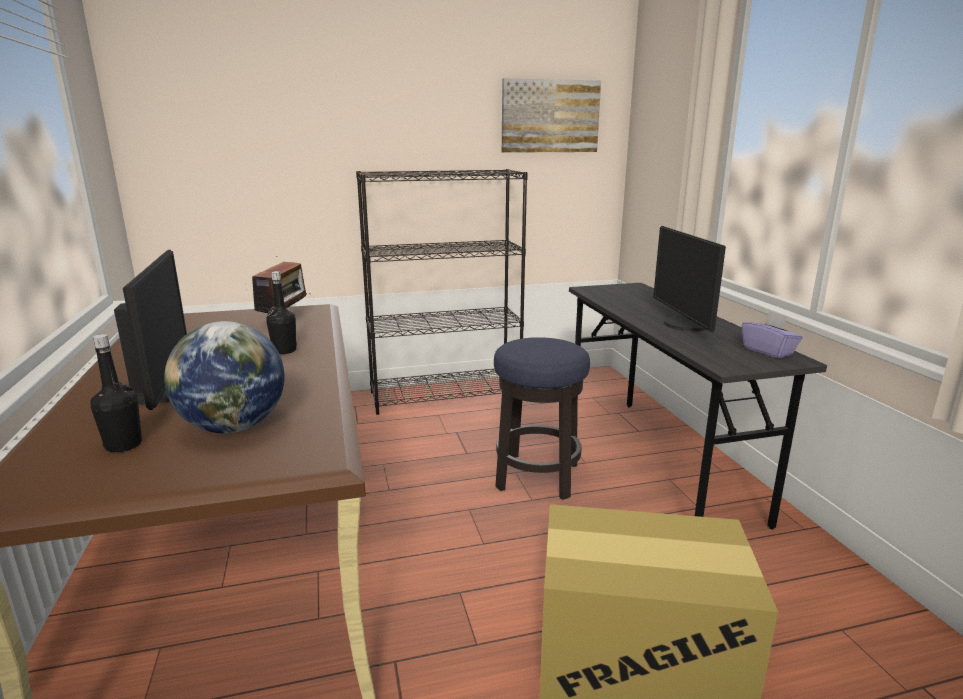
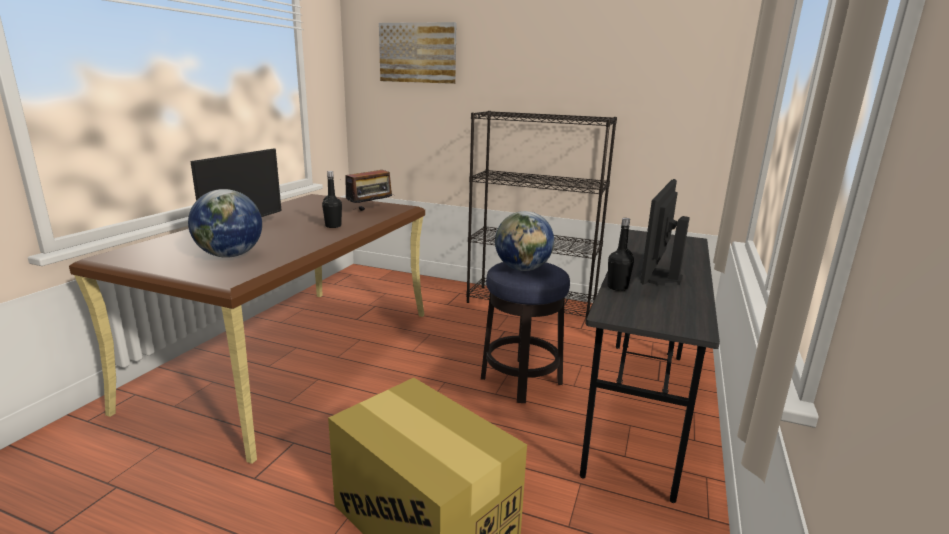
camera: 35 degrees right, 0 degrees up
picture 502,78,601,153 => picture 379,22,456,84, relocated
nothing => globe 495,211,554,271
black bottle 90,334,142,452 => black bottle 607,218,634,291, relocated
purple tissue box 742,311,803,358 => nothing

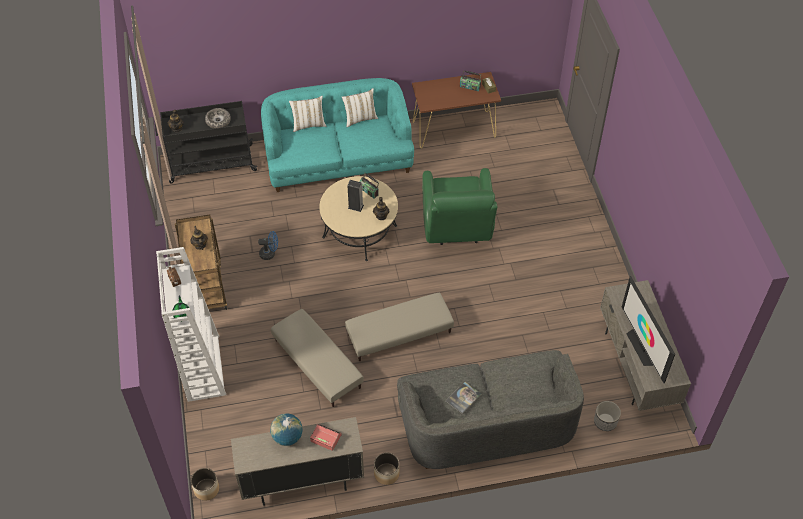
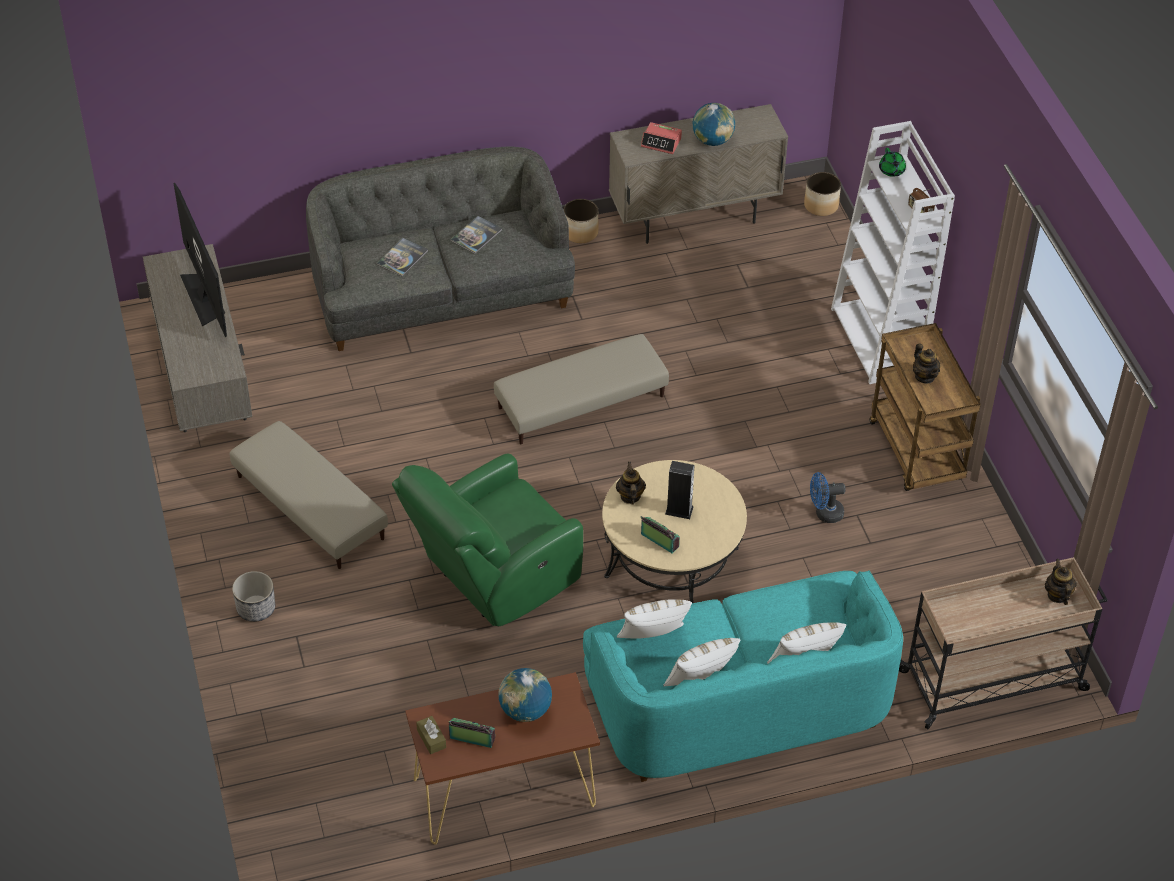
camera: 175 degrees right, 5 degrees down
beige ottoman 271,309,364,407 => beige ottoman 230,421,388,569, relocated
planter 594,401,621,431 => planter 232,571,275,622, relocated
nothing => book 377,238,428,277
green armchair 422,168,498,245 => green armchair 392,454,583,626, 120 degrees counterclockwise
nothing => globe 498,668,552,722
nothing => white pillow 617,599,692,639
black cart 155,101,257,184 => beige cart 899,557,1108,729
bowl 205,108,231,128 => nothing

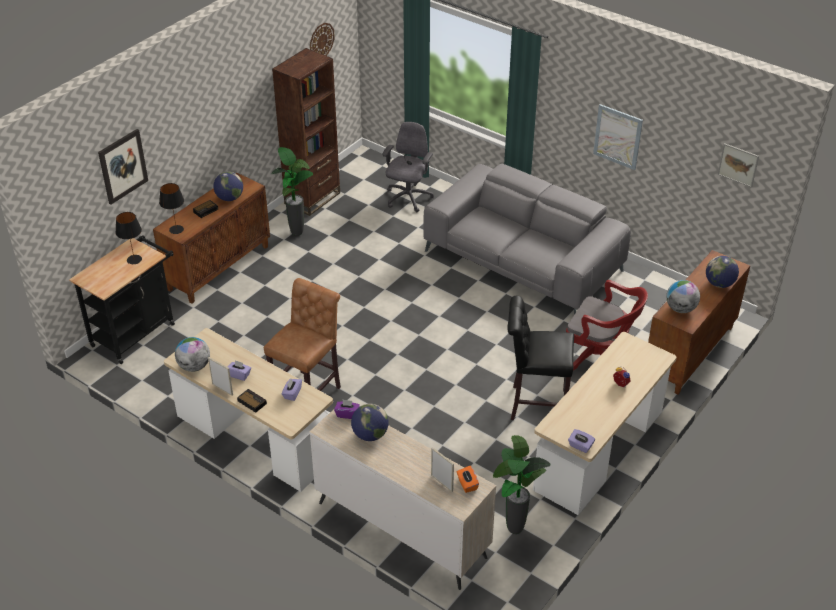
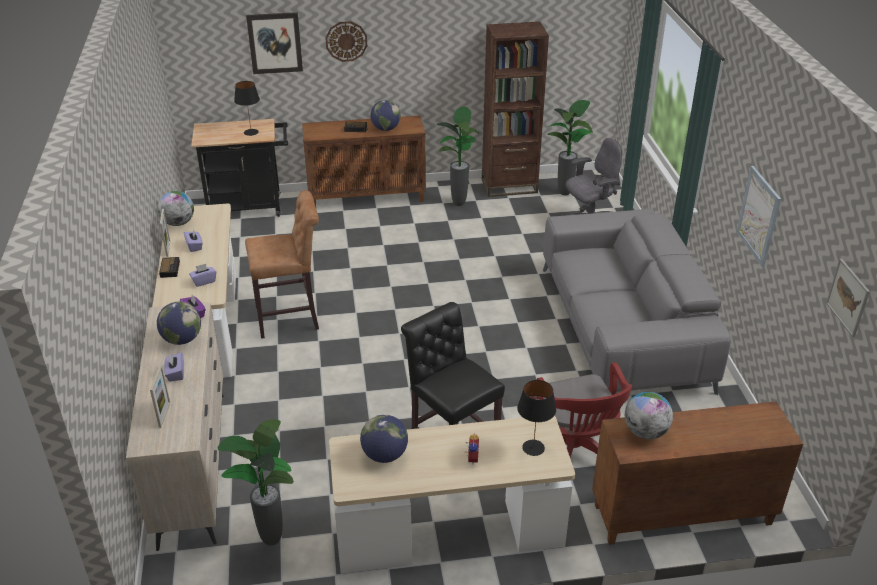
camera: 45 degrees right, 5 degrees down
purple tissue box 568,429,595,453 => purple tissue box 164,352,184,381, relocated
wall clock 310,23,335,56 => wall clock 325,21,367,62, relocated
globe 706,256,739,288 => globe 360,414,408,463, relocated
black table lamp 159,183,184,234 => black table lamp 517,380,556,456, relocated
nothing => potted plant 547,100,593,195
orange tissue box 457,466,479,493 => nothing

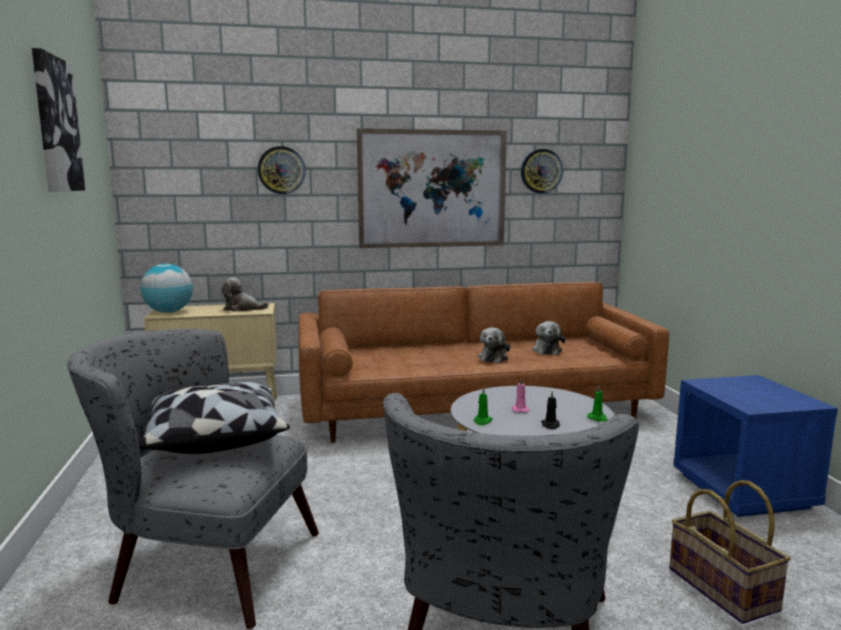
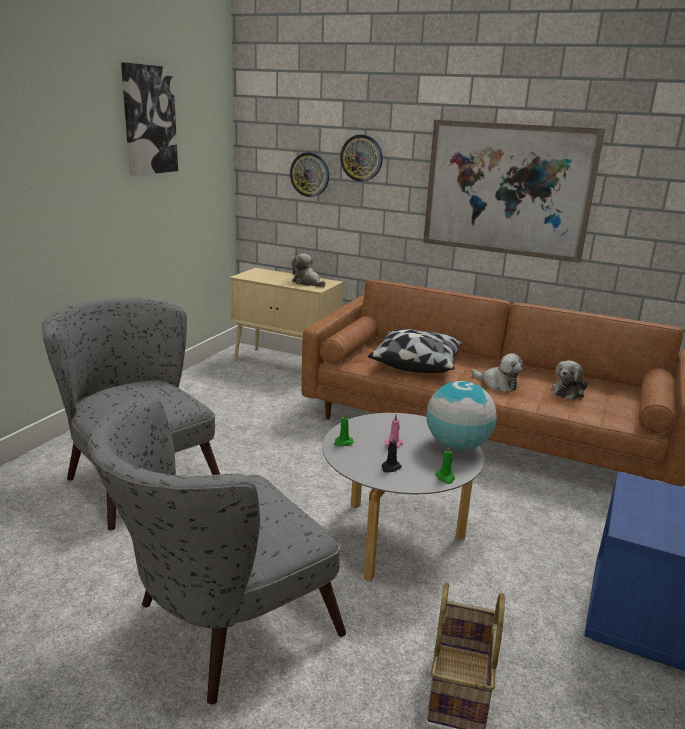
camera: 35 degrees right, 10 degrees up
wall clock 521,149,563,193 => wall clock 290,152,329,197, relocated
pillow 138,382,290,454 => pillow 368,329,464,373, relocated
globe 140,264,193,313 => globe 426,381,497,451, relocated
plush toy 478,327,510,363 => plush toy 472,353,523,392, 105 degrees counterclockwise

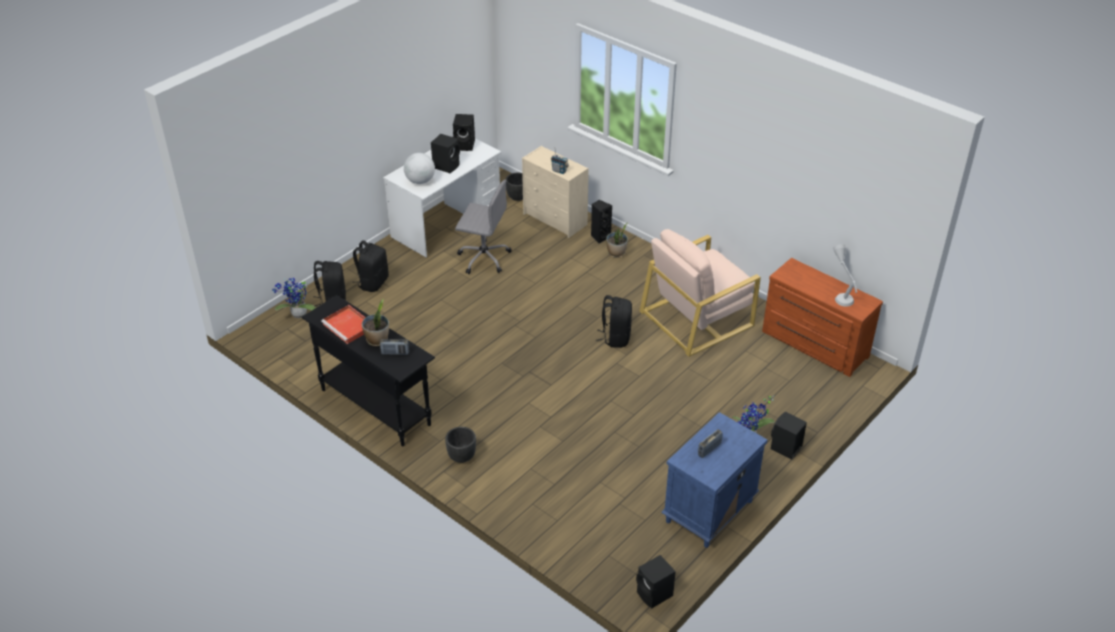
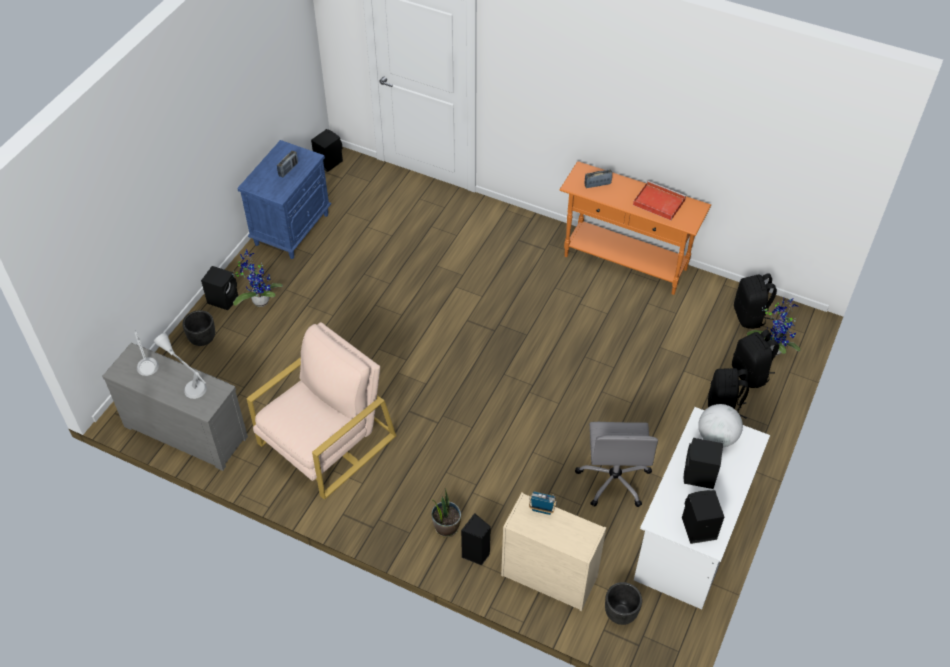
camera: 165 degrees right, 10 degrees up
brown dresser 762,258,883,377 => grey dresser 102,343,248,471
nothing => grey table lamp 154,333,207,399
black planter 445,427,476,463 => black planter 182,310,215,346, relocated
black console table 302,295,435,446 => orange console table 560,161,711,295
grey office chair 455,180,512,274 => grey office chair 575,422,658,507, 90 degrees counterclockwise
black backpack 596,295,632,348 => black backpack 734,273,777,329, relocated
potted plant 362,299,389,346 => nothing

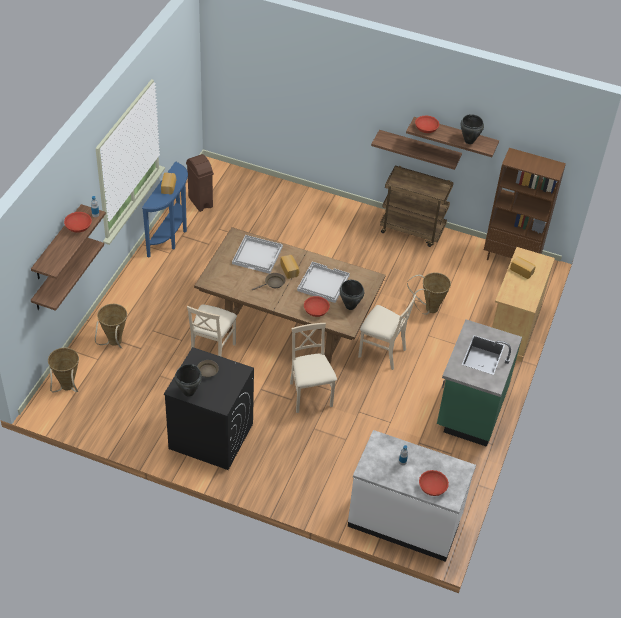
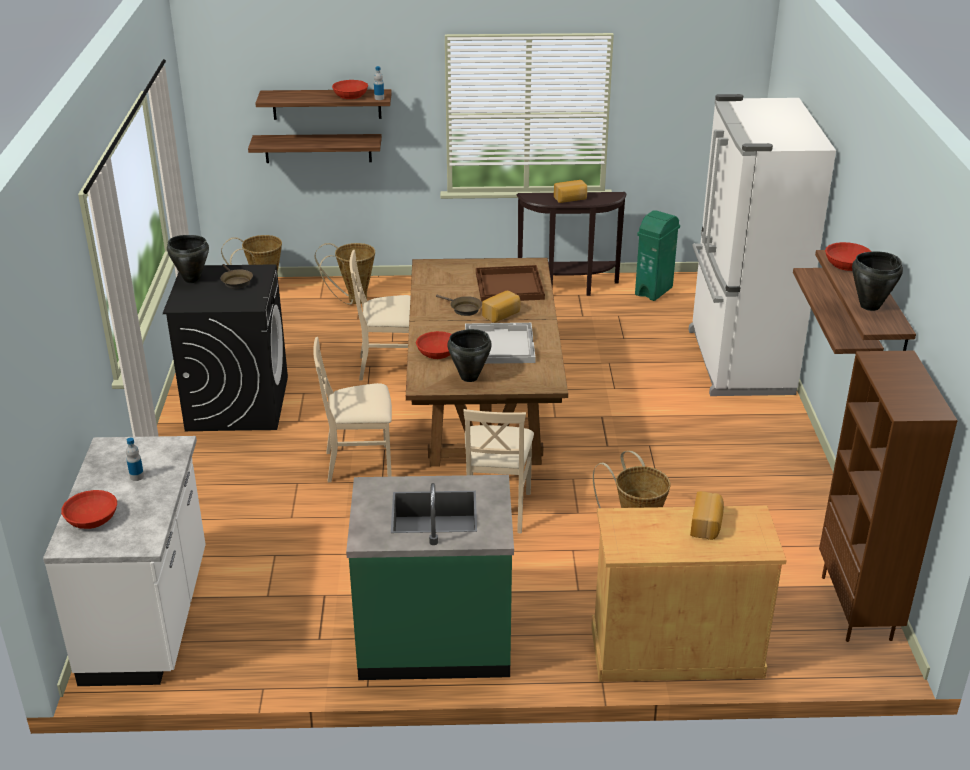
camera: 70 degrees right, 15 degrees down
beige chair 290,323,337,413 => beige chair 313,337,392,482, 150 degrees counterclockwise
white tray 232,235,283,274 => brown tray 476,265,545,302
blue console table 142,161,188,258 => brown console table 517,192,626,296
brown trash can 186,154,214,212 => green trash can 635,210,680,301
nothing => white fridge 689,94,836,396
brown cart 380,165,454,247 => nothing

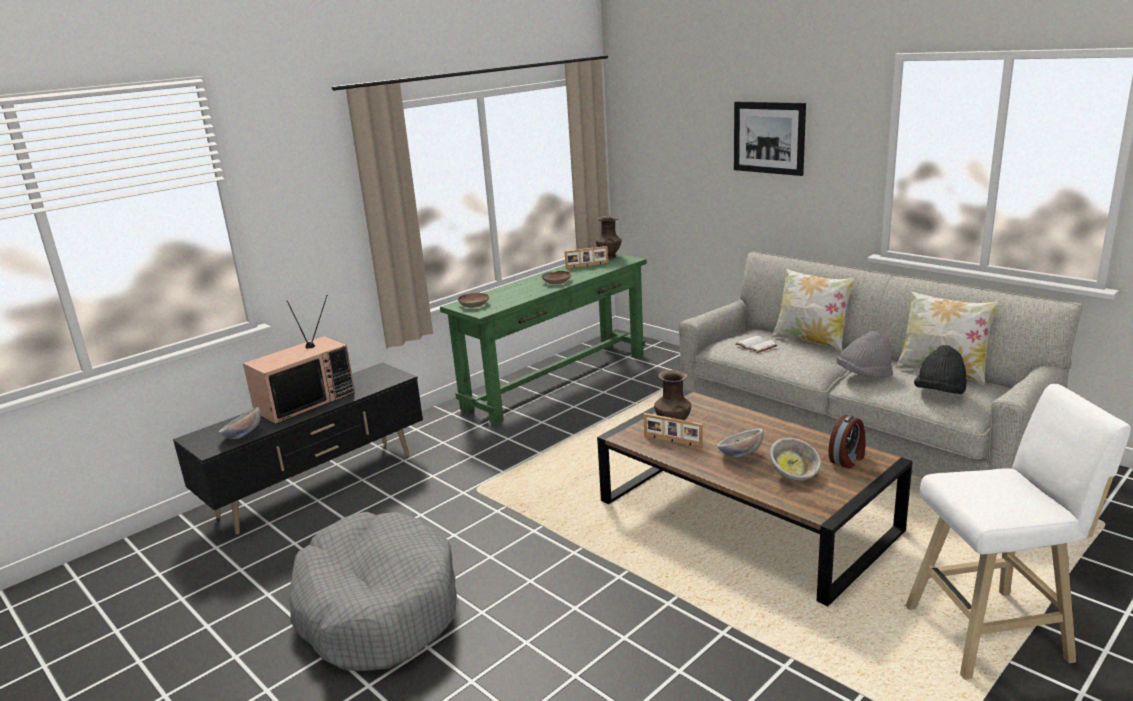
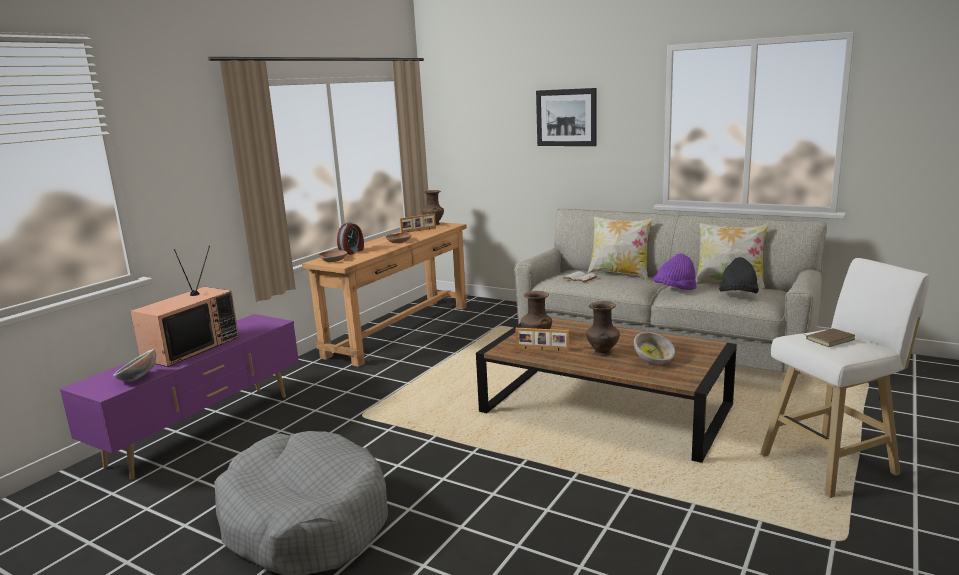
camera: 15 degrees left, 5 degrees down
black tv stand 173,362,423,535 => purple tv stand 60,314,299,480
green console table 440,253,647,425 => brown console table 302,222,468,367
alarm clock 828,415,865,468 => alarm clock 337,222,364,254, relocated
bowl 717,429,764,457 => brown vase 586,301,620,356
grey hat 837,331,893,378 => purple hat 653,253,697,290
nothing => brown book 802,328,855,347

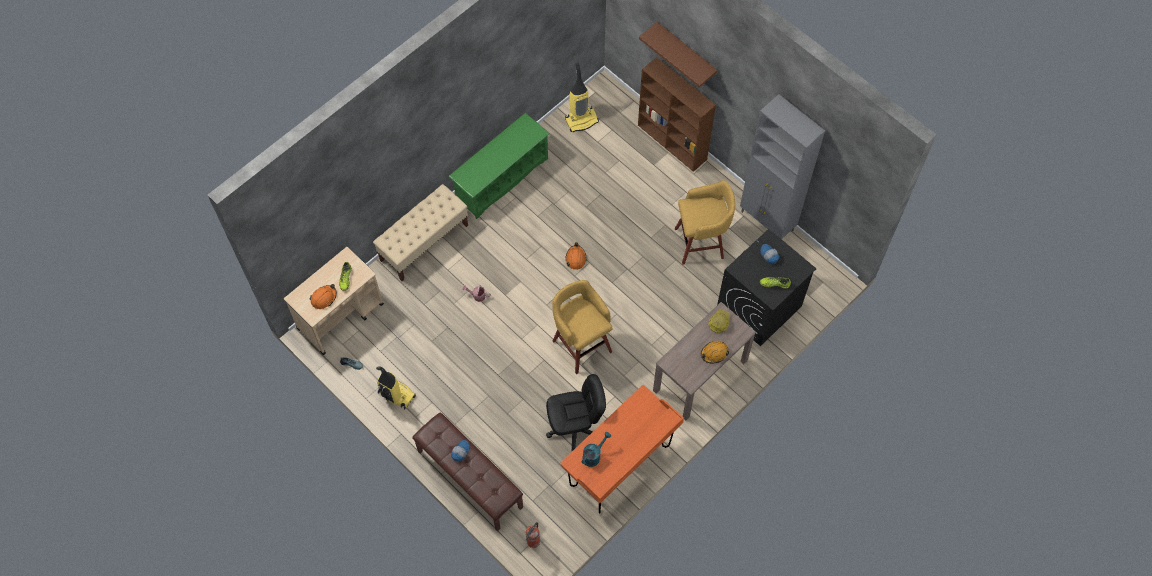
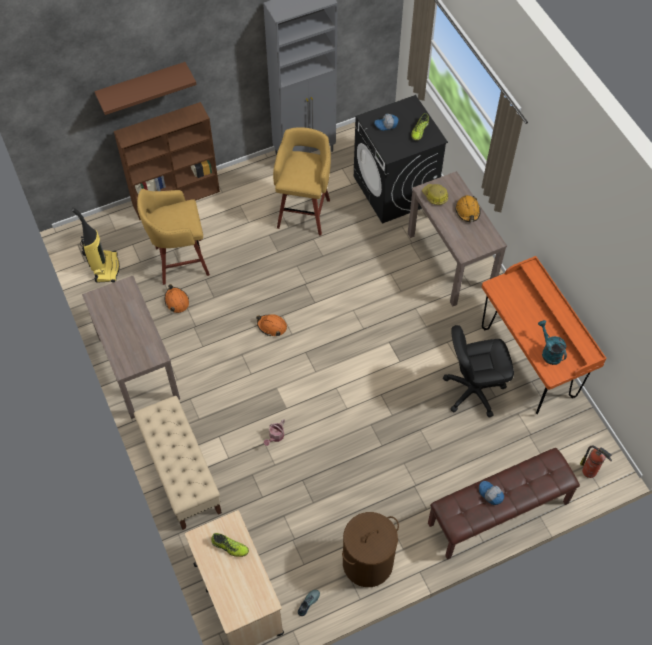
camera: 70 degrees left, 5 degrees down
green shoe rack 448,113,550,219 => brown console table 82,276,180,419
yellow stool 552,280,613,374 => yellow stool 137,189,210,285, relocated
orange hard hat 309,284,337,309 => orange hard hat 165,284,189,313, relocated
vacuum cleaner 376,366,416,409 => brown laundry basket 342,512,399,587
black office chair 546,374,606,451 => black office chair 443,325,514,418, 105 degrees counterclockwise

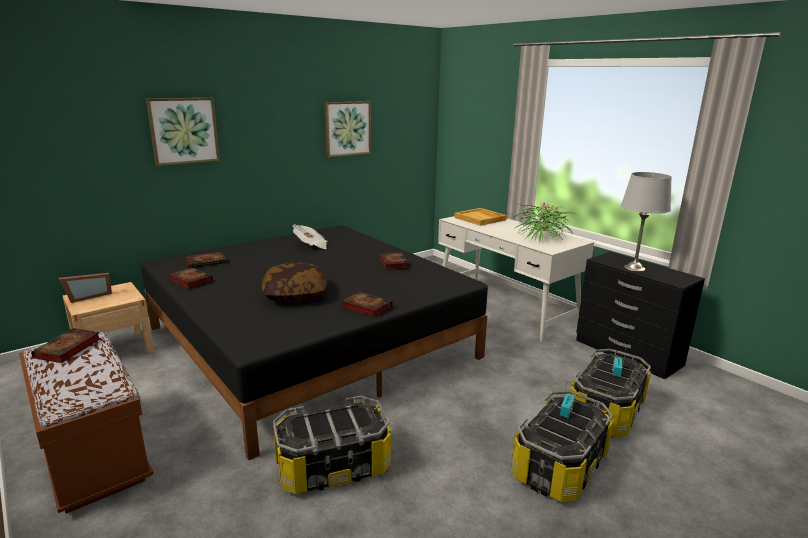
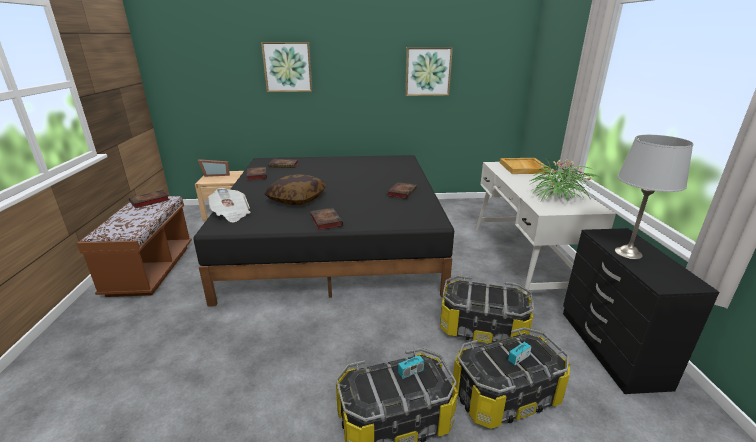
camera: 35 degrees right, 5 degrees up
newspaper 293,225,328,249 => newspaper 208,188,251,223, relocated
storage box 273,396,391,494 => storage box 440,275,534,343, relocated

